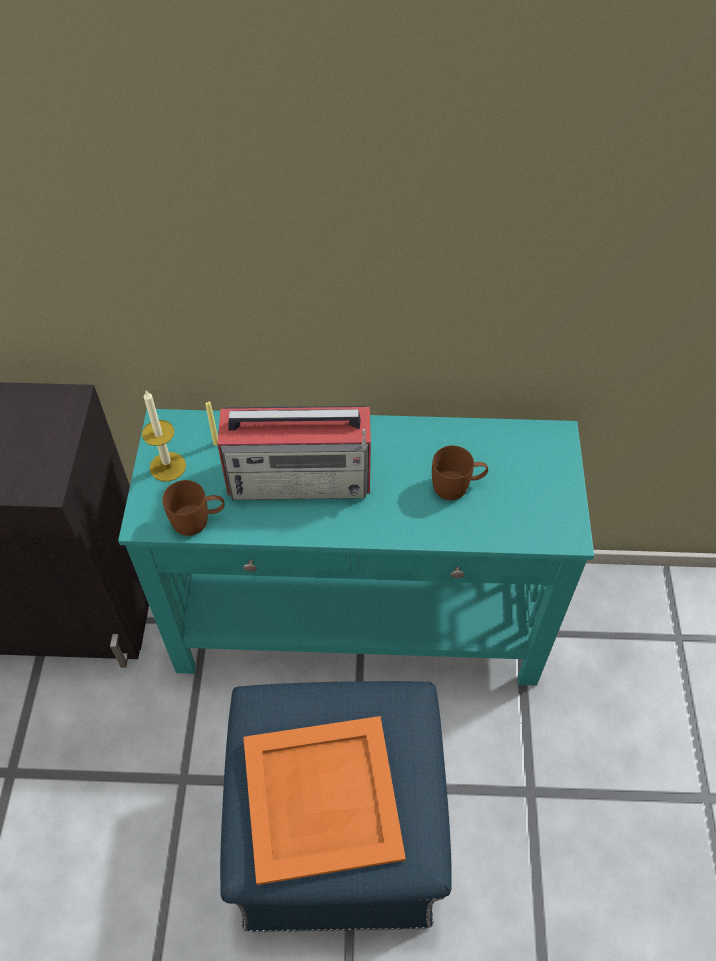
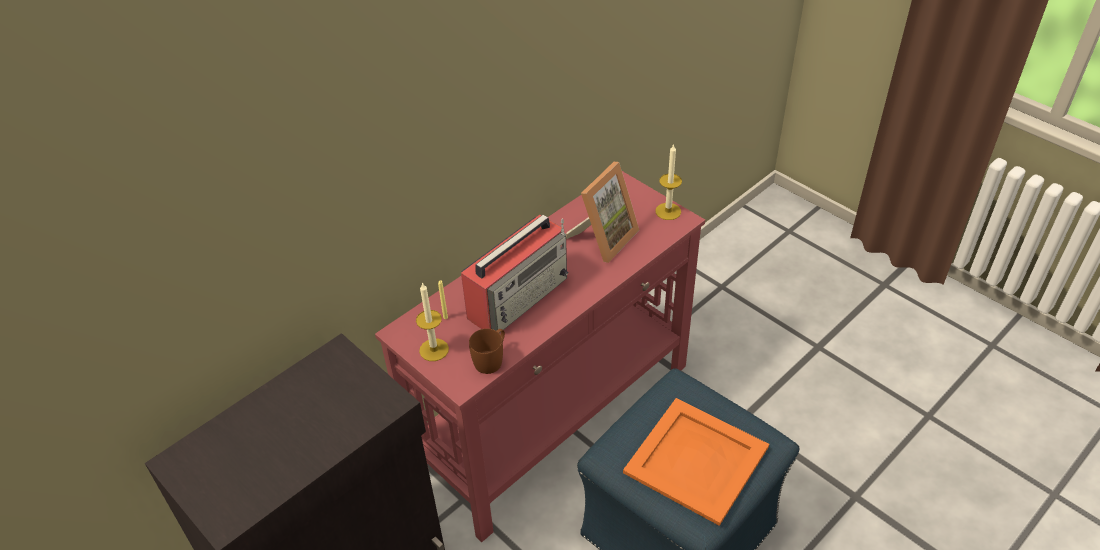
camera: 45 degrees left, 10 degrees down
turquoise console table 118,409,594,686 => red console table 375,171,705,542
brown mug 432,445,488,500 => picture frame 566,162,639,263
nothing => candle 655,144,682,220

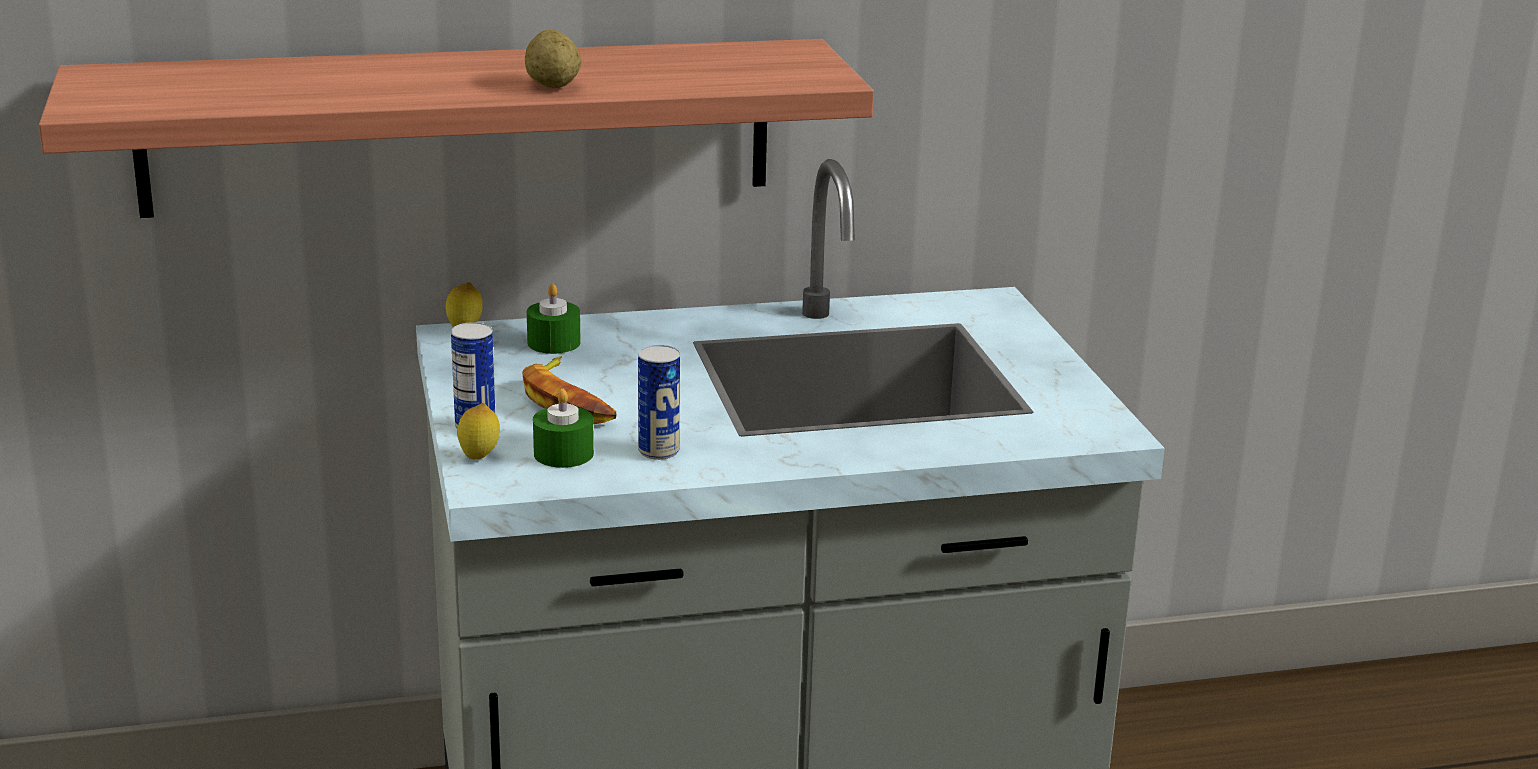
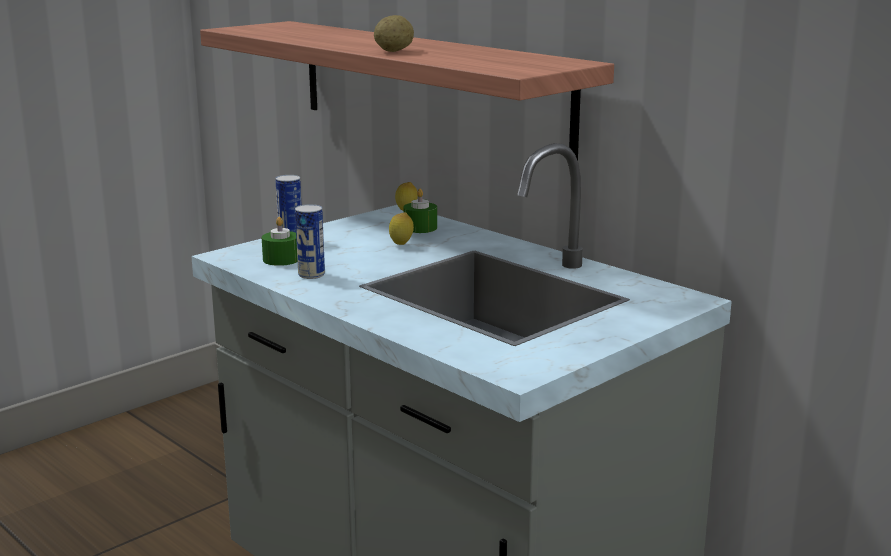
camera: 60 degrees right, 5 degrees down
lemon 457,403,500,459 => lemon 389,212,414,245, relocated
banana 522,356,616,424 => nothing

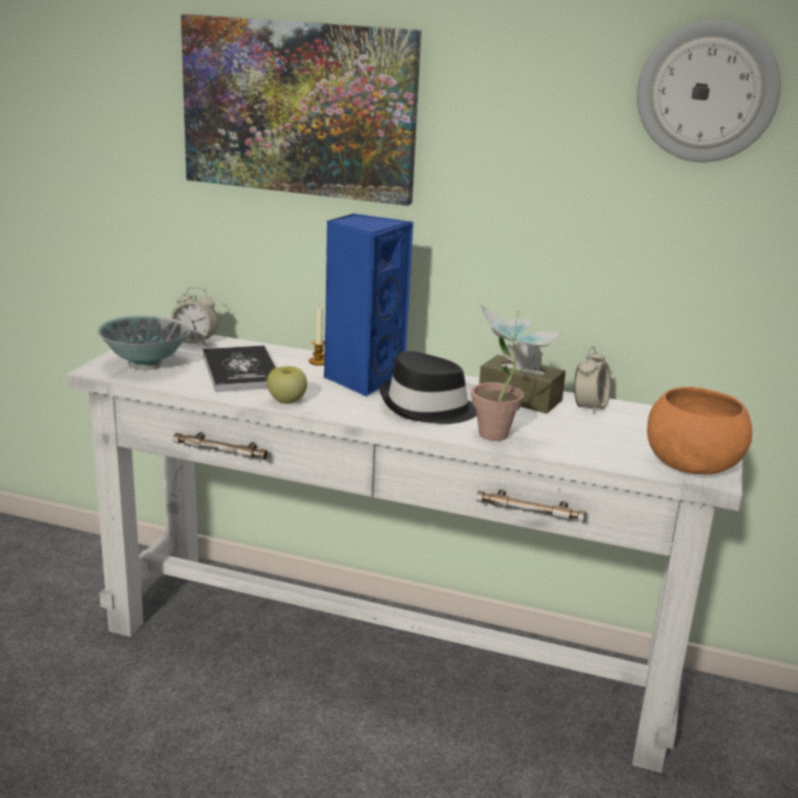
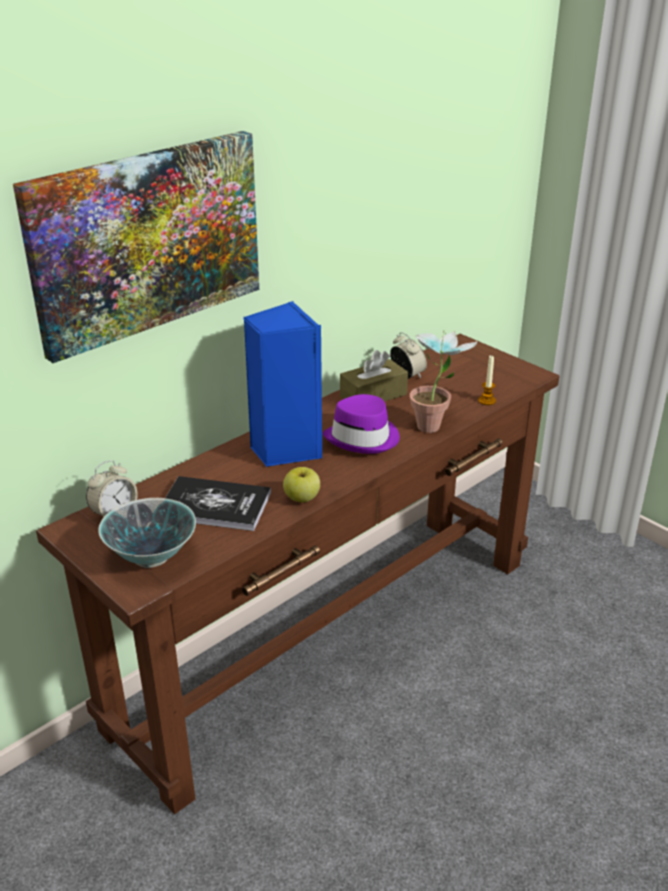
camera: 60 degrees left, 10 degrees up
white console table 67,335,743,773 => brown console table 36,334,560,814
black hat 379,351,477,424 => purple hat 323,394,400,454
candle 309,306,325,366 => candle 478,355,496,405, relocated
wall clock 637,19,781,162 => nothing
orange bowl 647,387,752,474 => nothing

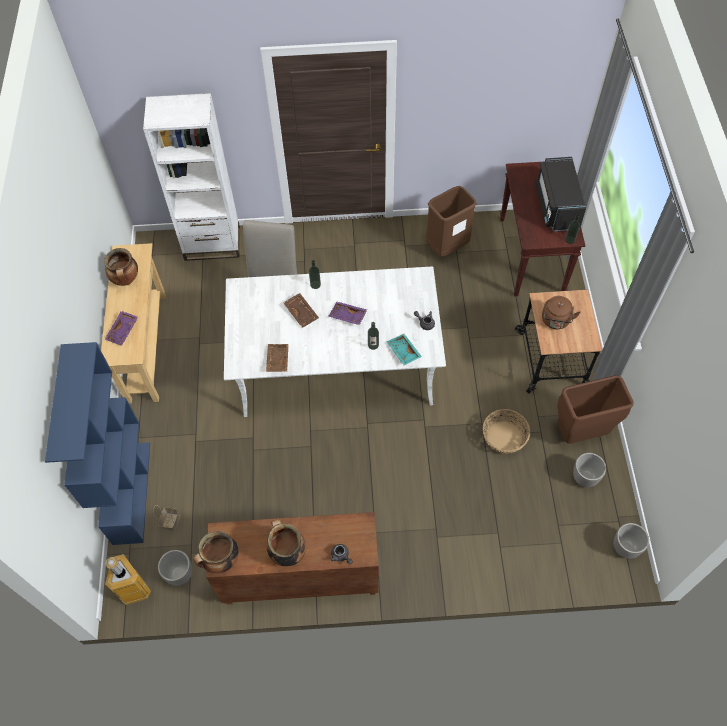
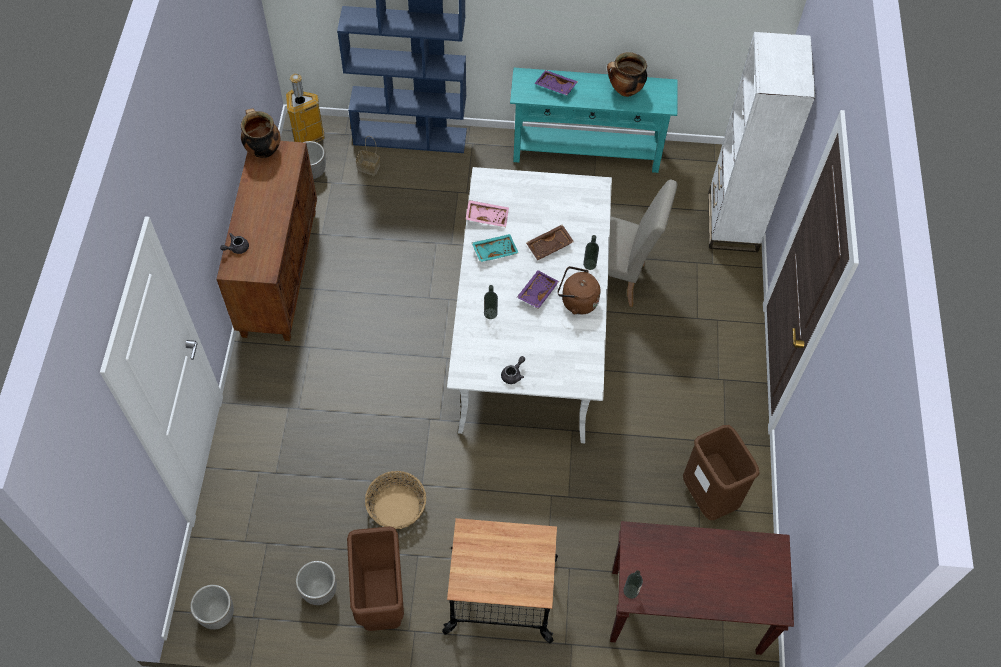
camera: 95 degrees right, 0 degrees up
brown tray 266,344,289,372 => pink tray 465,200,509,227
turquoise tray 386,334,422,365 => turquoise tray 472,234,519,262, relocated
beige console table 101,243,166,404 => turquoise console table 510,68,677,173
brown kettle 542,296,581,329 => brown kettle 558,266,601,315, relocated
cooking pot 267,519,306,566 => nothing
black microwave 535,157,586,231 => nothing

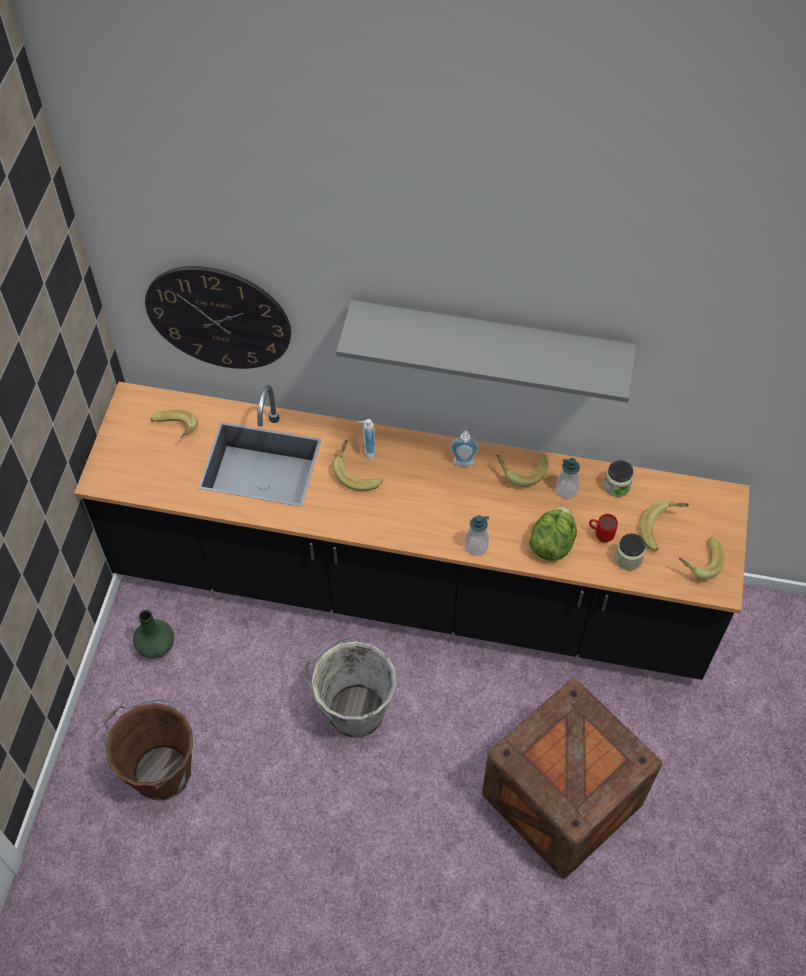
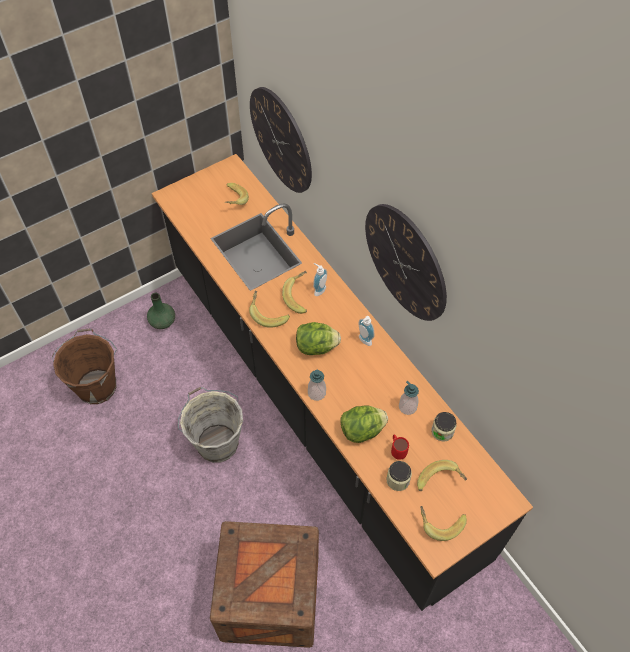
camera: 45 degrees right, 0 degrees up
banana 496,455,549,487 => banana 249,290,290,328, relocated
nothing => lettuce 296,322,341,355
grey shelf 336,300,636,402 => wall clock 365,204,447,321

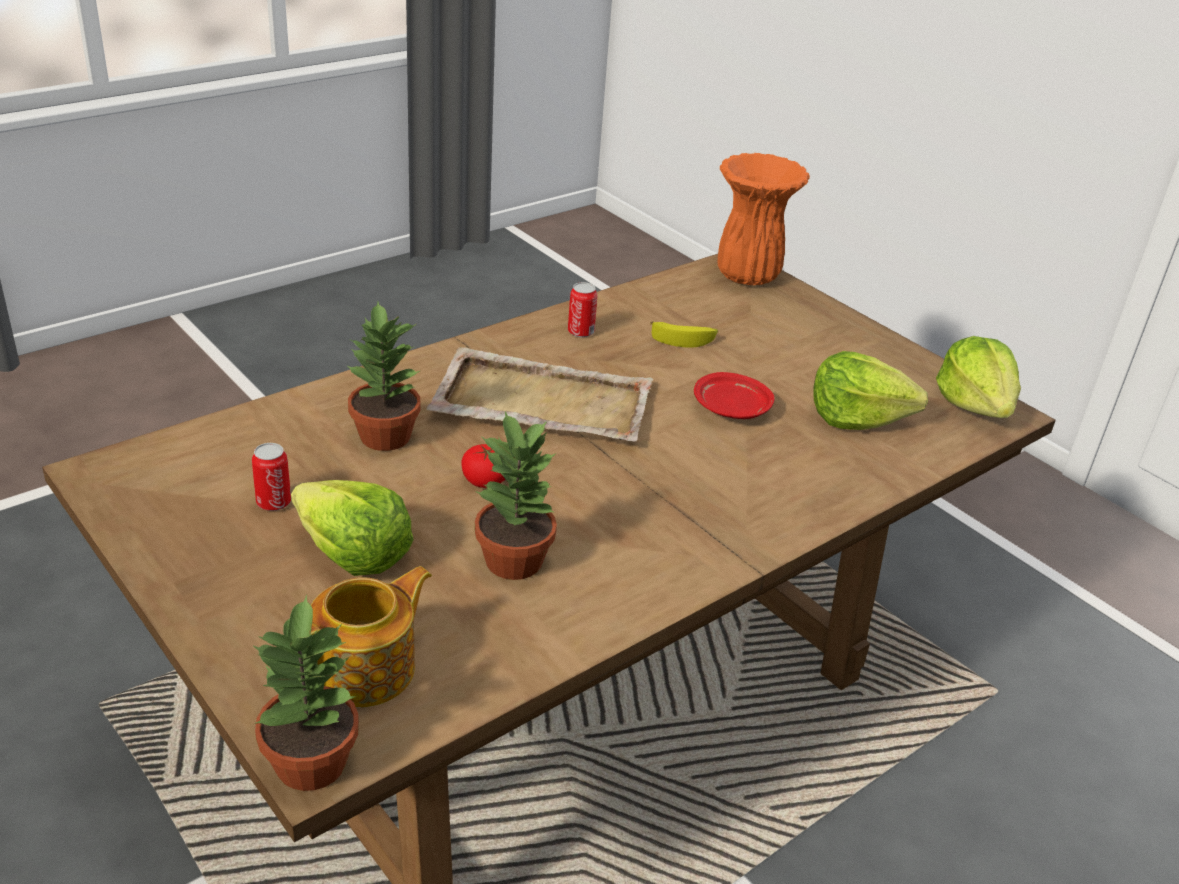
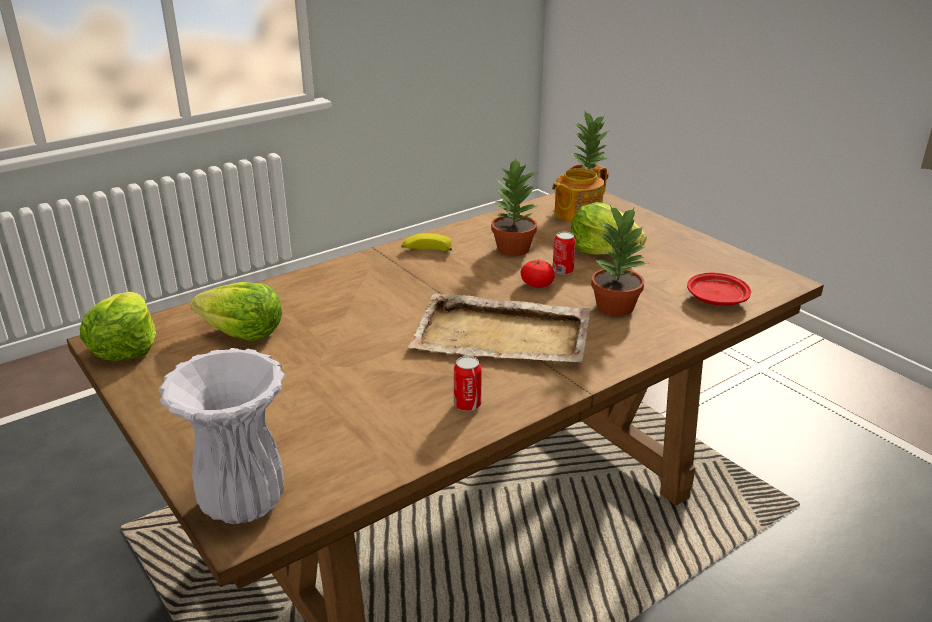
camera: 175 degrees left, 5 degrees down
orange vase 717,153,810,285 => white vase 159,348,285,524
banana 650,321,718,347 => banana 401,233,452,251, relocated
can 252,443,291,511 => can 553,232,576,275, relocated
red plate 694,372,775,419 => red plate 687,272,751,306, relocated

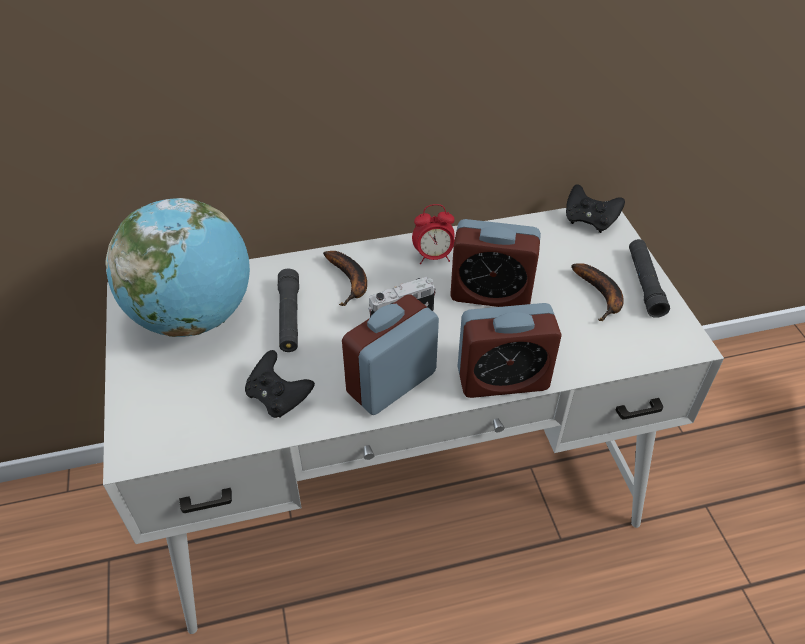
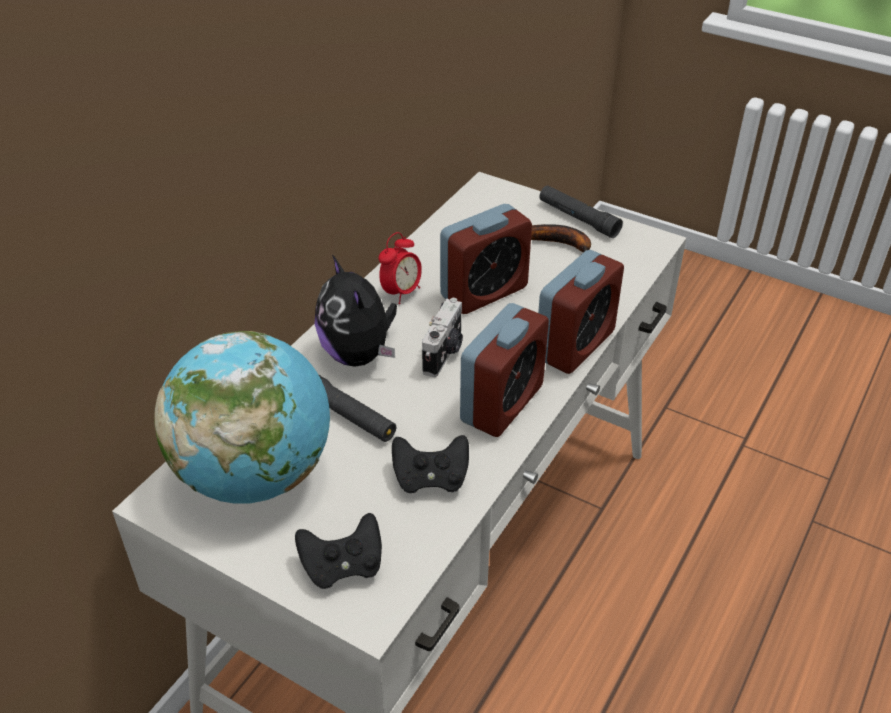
camera: 45 degrees left, 5 degrees down
black game controller 566,184,625,233 => black game controller 295,513,382,589, relocated
banana 323,251,367,306 => plush toy 315,255,397,367
alarm clock 342,294,439,415 => alarm clock 460,303,549,437, 150 degrees counterclockwise

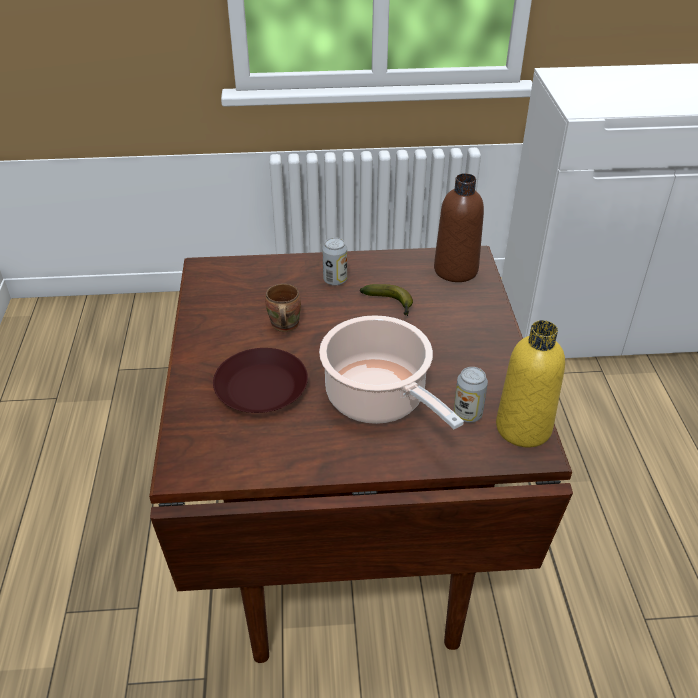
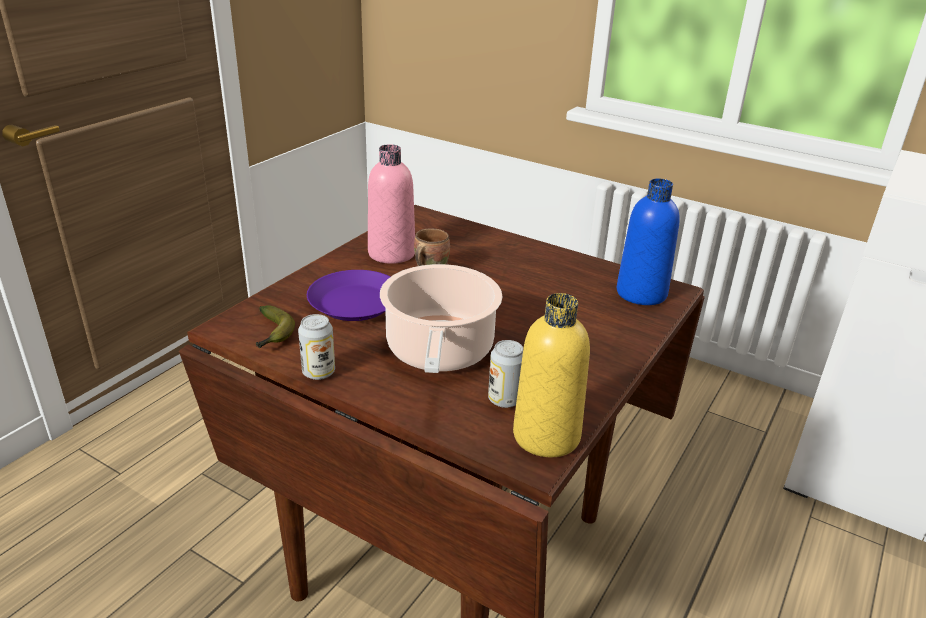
camera: 35 degrees right, 10 degrees down
banana 360,284,413,316 => banana 256,305,295,348, relocated
can 322,237,347,286 => can 298,314,335,380, relocated
brown plate 213,348,308,413 => purple plate 307,270,390,321
nothing => pink bottle 368,144,415,264
brown bottle 434,173,484,282 => blue bottle 617,179,680,305

